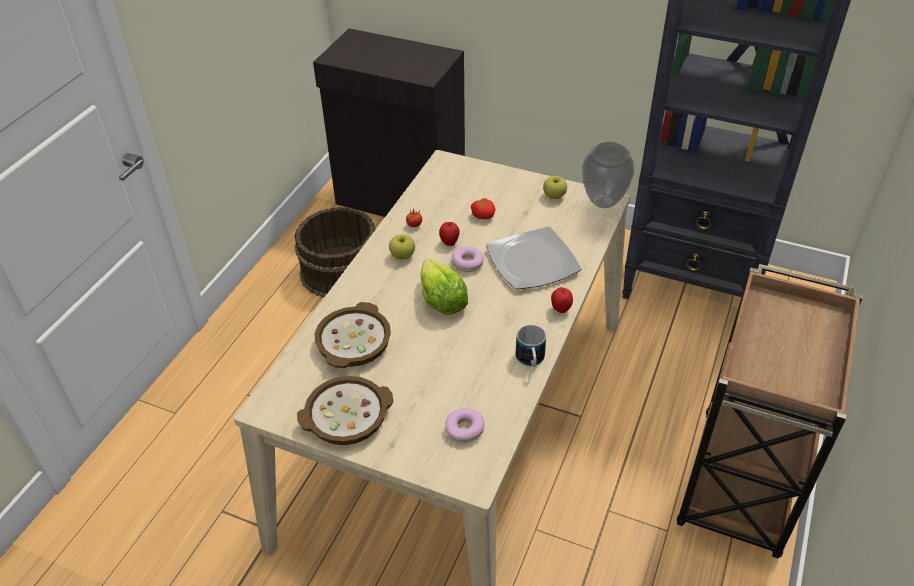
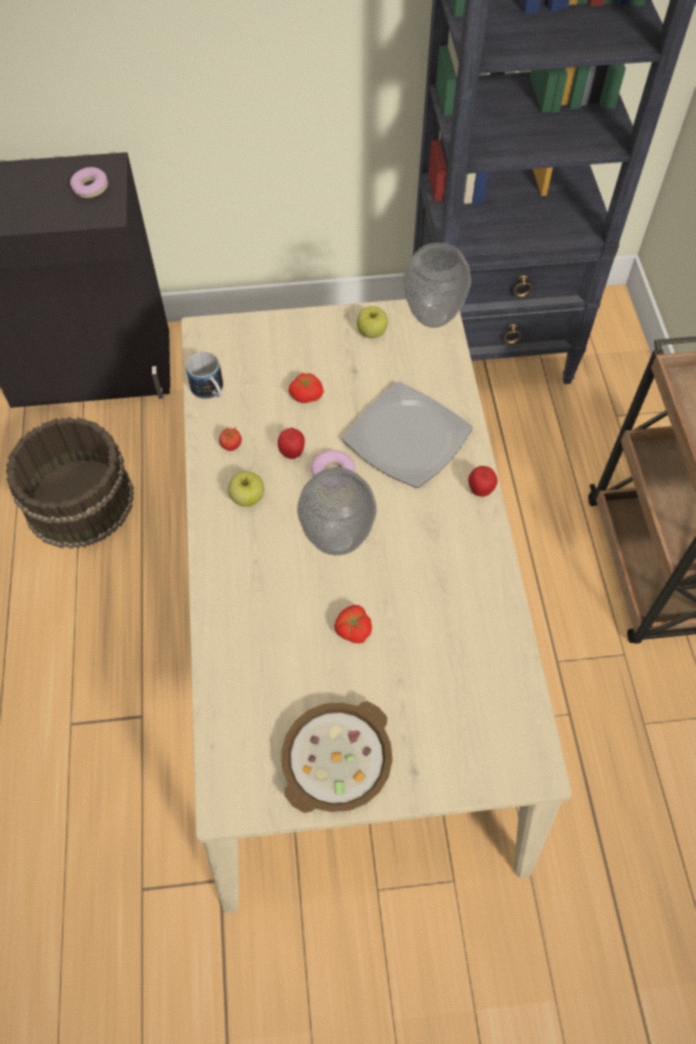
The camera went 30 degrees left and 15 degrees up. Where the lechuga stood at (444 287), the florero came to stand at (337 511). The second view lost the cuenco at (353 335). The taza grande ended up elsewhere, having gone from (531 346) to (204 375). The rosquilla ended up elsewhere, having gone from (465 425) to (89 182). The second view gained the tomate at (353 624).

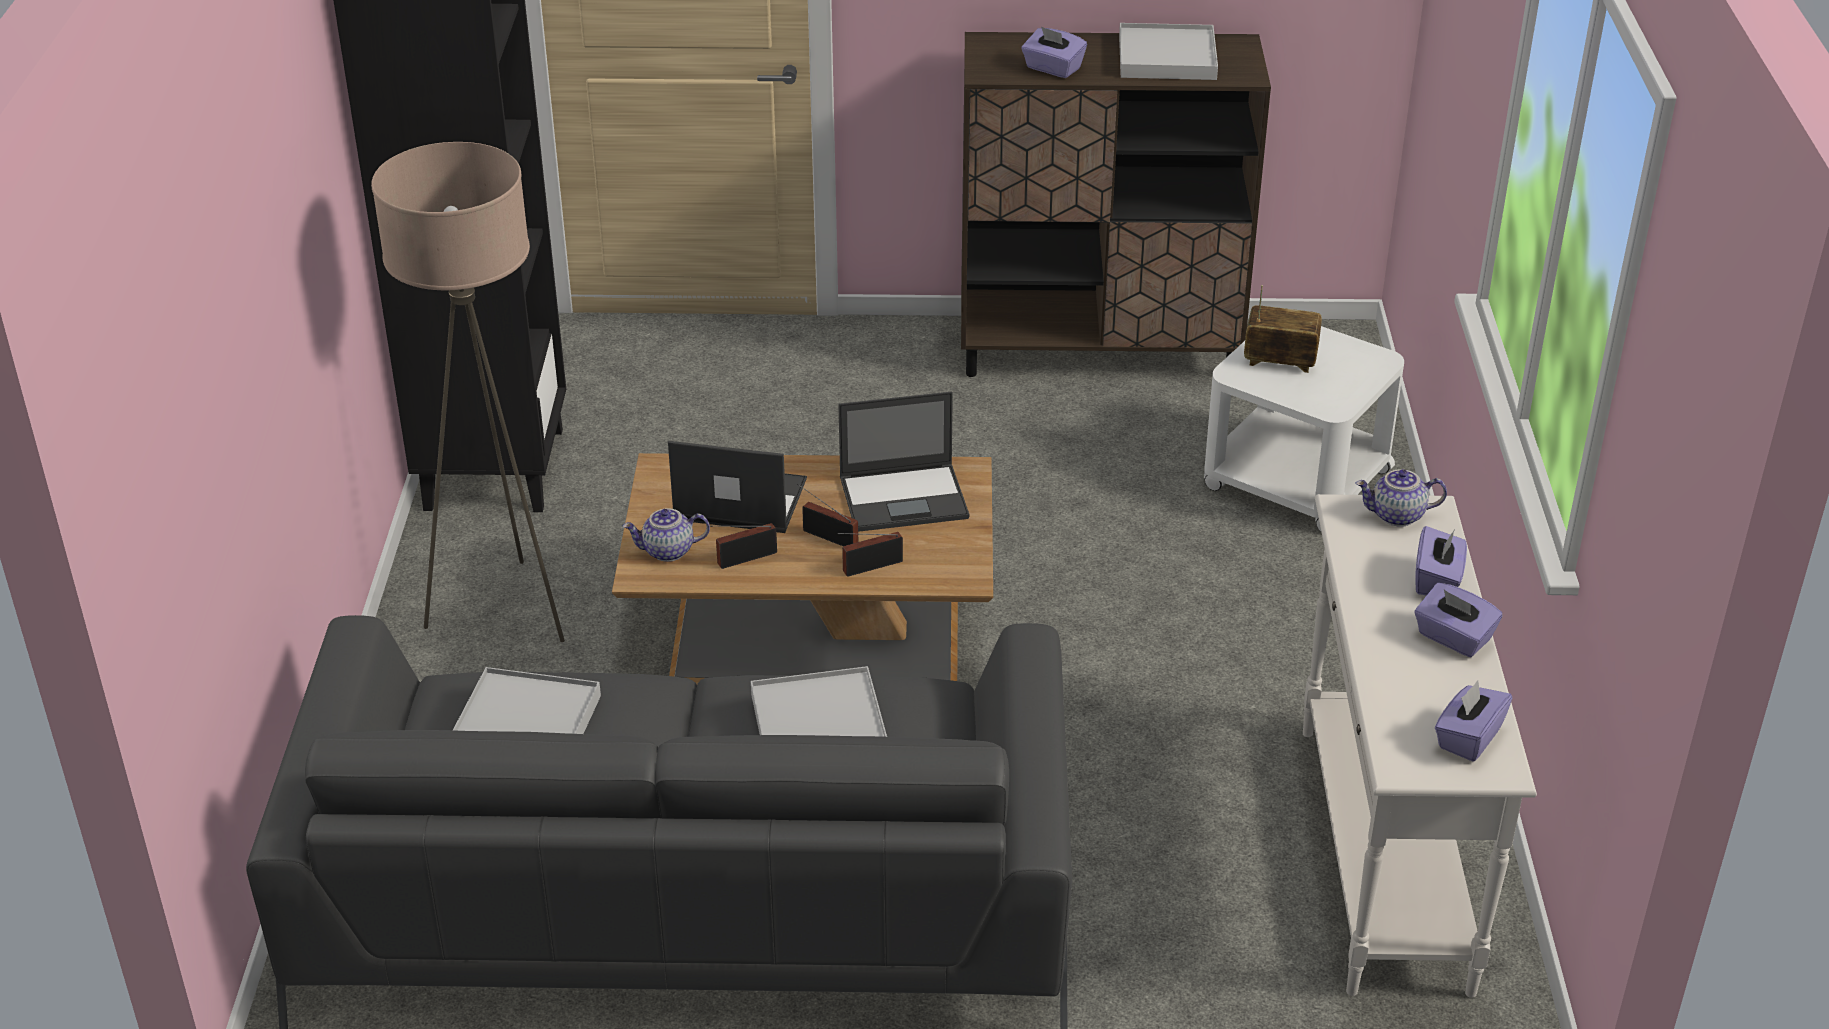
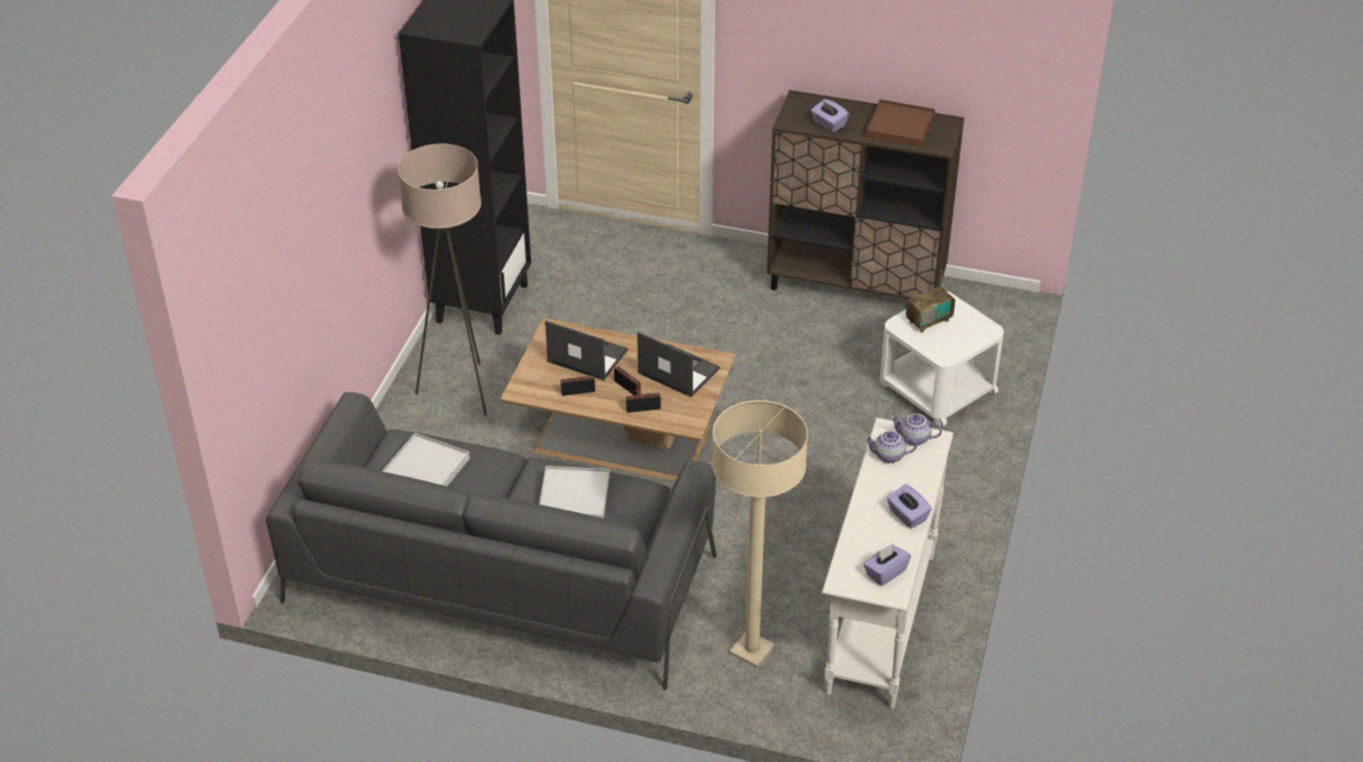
The camera went 15 degrees right and 5 degrees up. What was the bandeja [blanco] at (1168 51) turned into the bandeja [marrón] at (900 123). The radio at (1283 329) ended up facing another way, 120 degrees clockwise from before. The portátil at (904 462) ended up facing another way, 150 degrees counterclockwise from before. The tetera ended up elsewhere, having gone from (666 535) to (890 447). The second view lost the caja de pañuelos [morado] at (1441 560). The second view gained the lámpara de pie [beis] at (760 533).

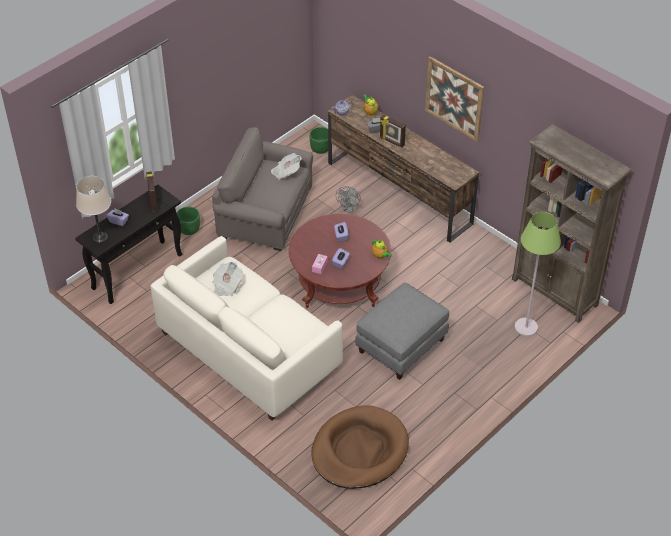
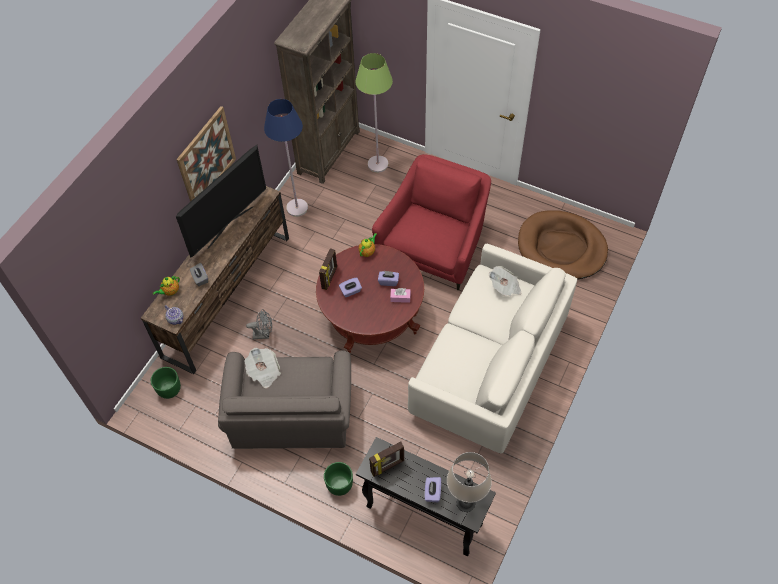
The camera went 105 degrees left and 10 degrees up. The portarretratos ended up elsewhere, having gone from (393 131) to (328 269). The periódico ended up elsewhere, having gone from (228 279) to (505 281). Where the puf [gris] stood at (402 331), the sillón [rojo] came to stand at (431 222). The second view gained the lámpara de pie [azul] at (286 158). The second view gained the televisor at (221 201).

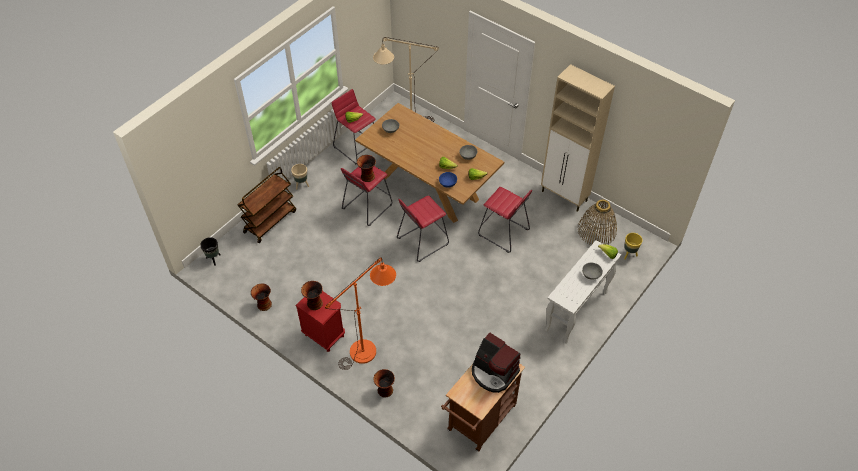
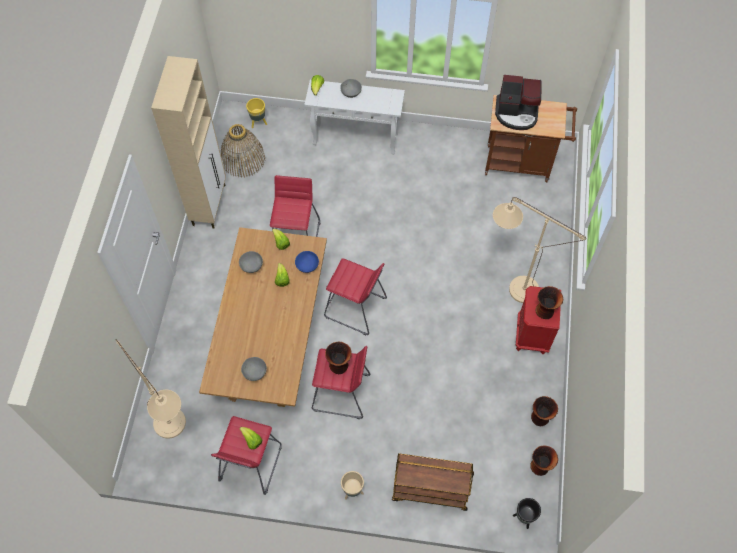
The camera went 120 degrees left and 10 degrees up. What was the lámpara de pie [naranja] at (360 314) turned into the lámpara de pie [beis] at (539 250). The cafetera at (496 363) ended up facing another way, 90 degrees clockwise from before. The florero ended up elsewhere, having gone from (384 383) to (544 460).

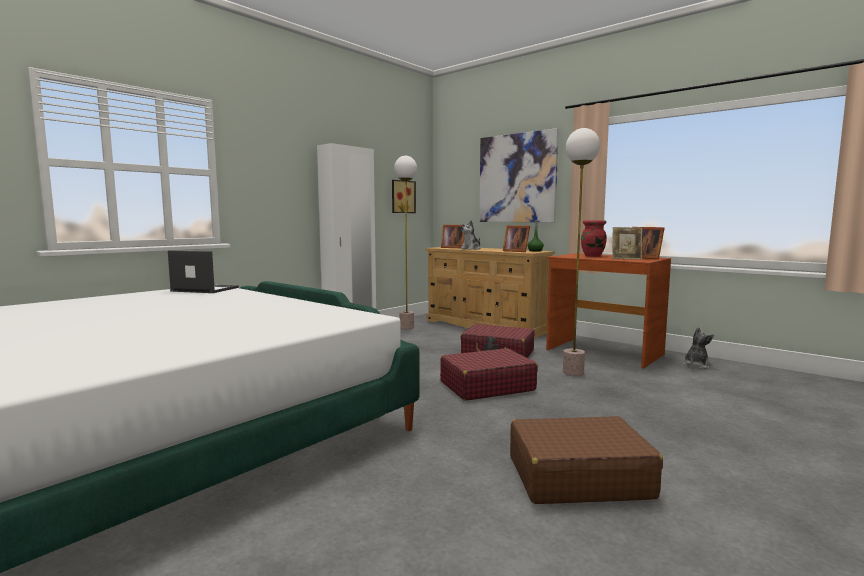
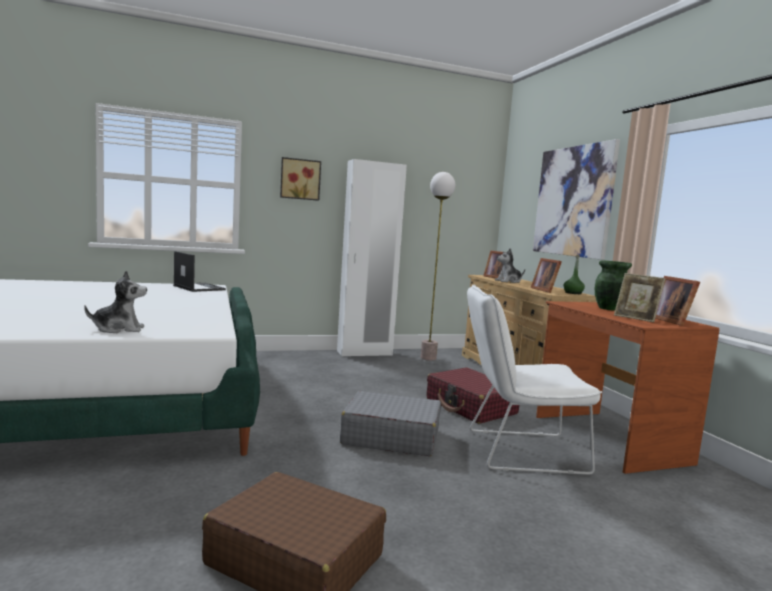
The camera went 30 degrees right and 0 degrees up. Where the lámpara de pie stood at (581 252), the silla [blanco] came to stand at (534 379). The cuadro ended up elsewhere, having gone from (404 196) to (300 179). What was the florero [rojo] at (594 239) turned into the florero [verde] at (613 286). The peluche ended up elsewhere, having gone from (698 348) to (115 301). What was the maleta [rojo] at (489 374) turned into the maleta [gris] at (390 423).

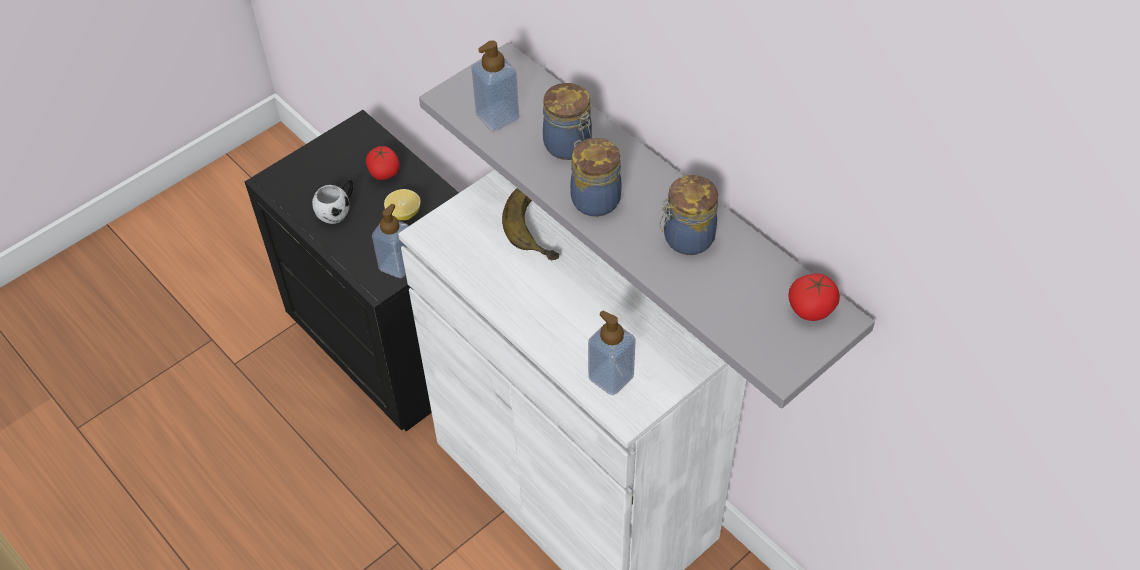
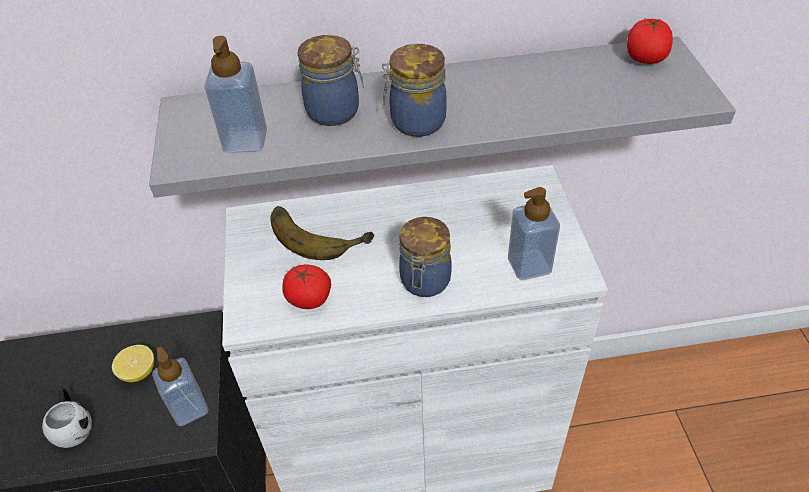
The camera went 55 degrees left and 5 degrees down. The tomate ended up elsewhere, having gone from (383 163) to (306 287). The tarro ended up elsewhere, having gone from (688 215) to (425 257).

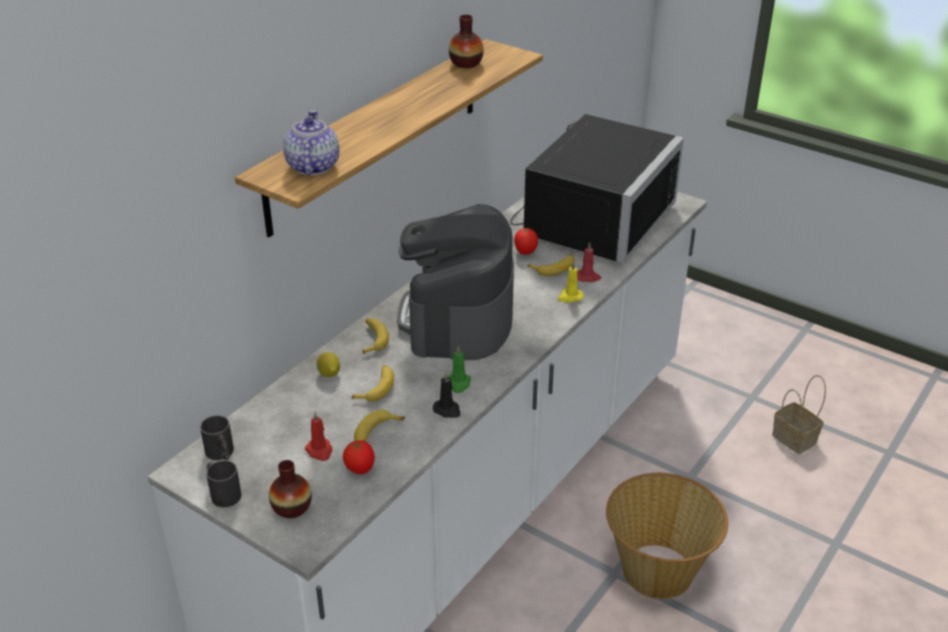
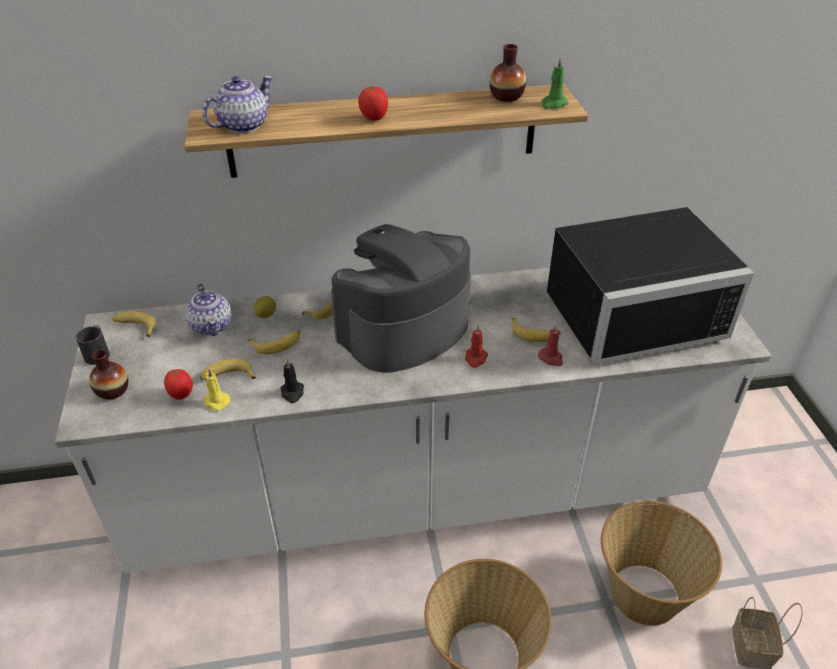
The camera went 45 degrees right and 5 degrees up. The tomate ended up elsewhere, having gone from (526 241) to (373 103). The vela [amarillo] ended up elsewhere, having gone from (571 281) to (217 389). The vela [verde] ended up elsewhere, having gone from (459 369) to (555 83). The vela [rojo] ended up elsewhere, having gone from (319 436) to (476 346). Where the taza grande [negro] stood at (217 437), the plátano came to stand at (134 324). The second view gained the tetera at (209 309). The second view gained the cesta at (661 563).

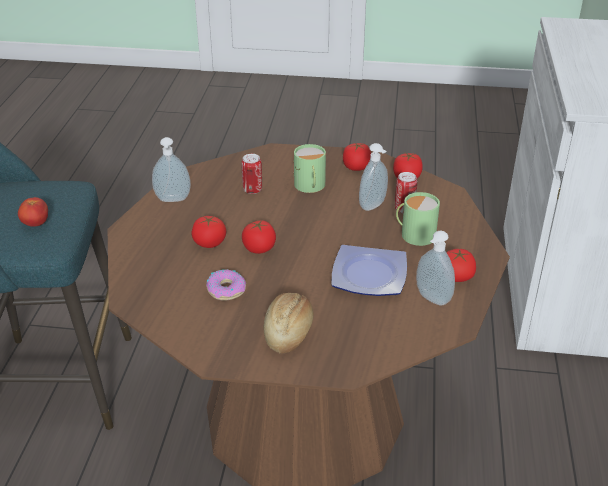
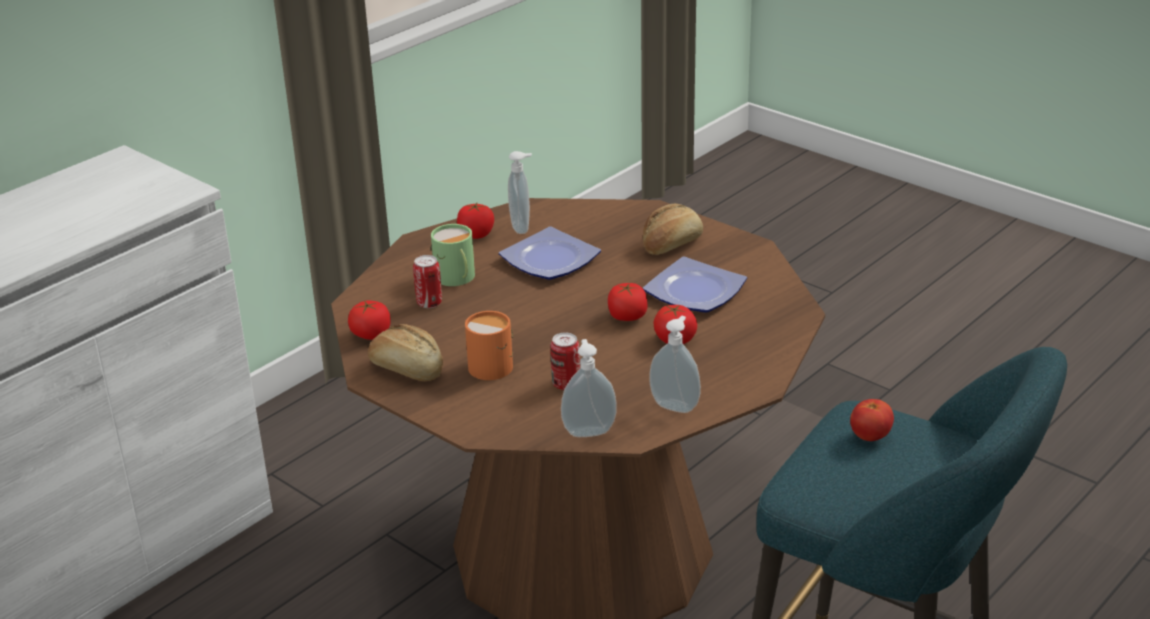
The camera went 145 degrees left and 5 degrees down. Where the tomate stood at (357 156), the pan came to stand at (405 352). The dispensador de jabón ended up elsewhere, having gone from (373 177) to (589 388). What was the taza grande [verde] at (309 168) turned into the taza grande [naranja] at (489 345). Where the rosquilla stood at (226 285), the plato came to stand at (695 284).

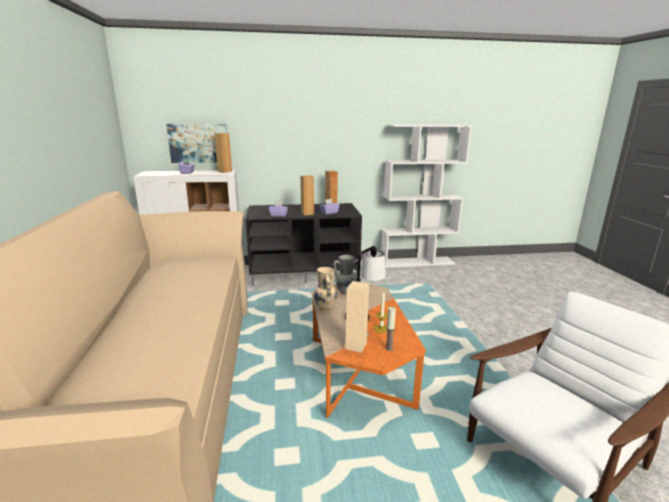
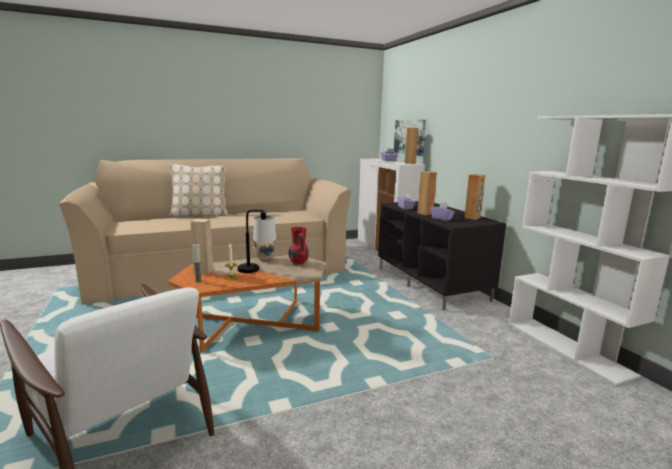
The camera went 75 degrees right and 5 degrees down. What was the florero [gris] at (345 275) turned into the florero [rojo] at (299 246). The second view gained the cojín [beis] at (198 190).

